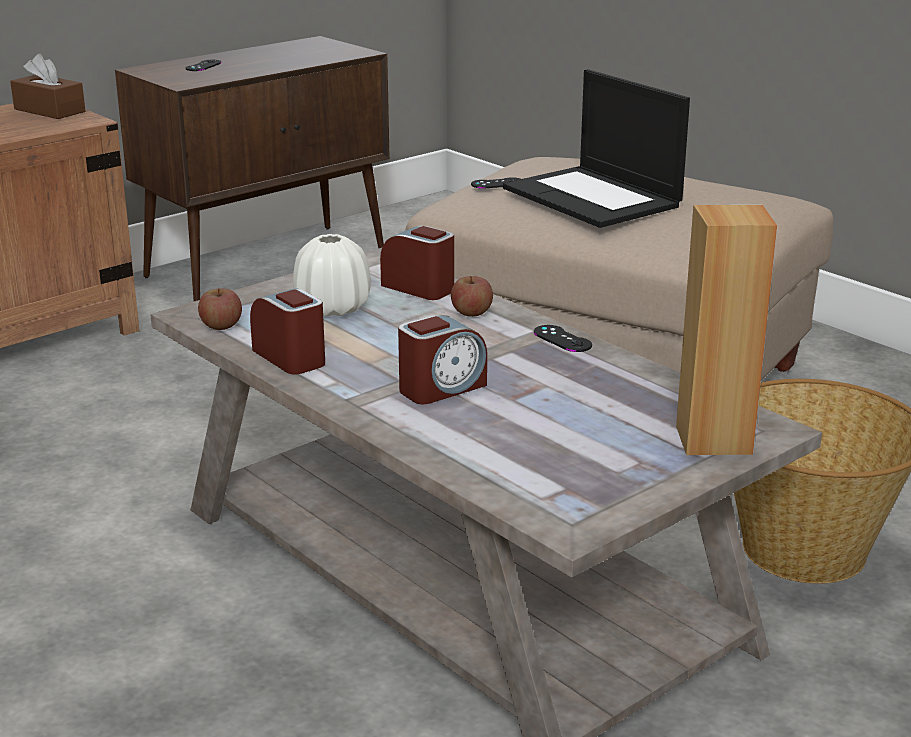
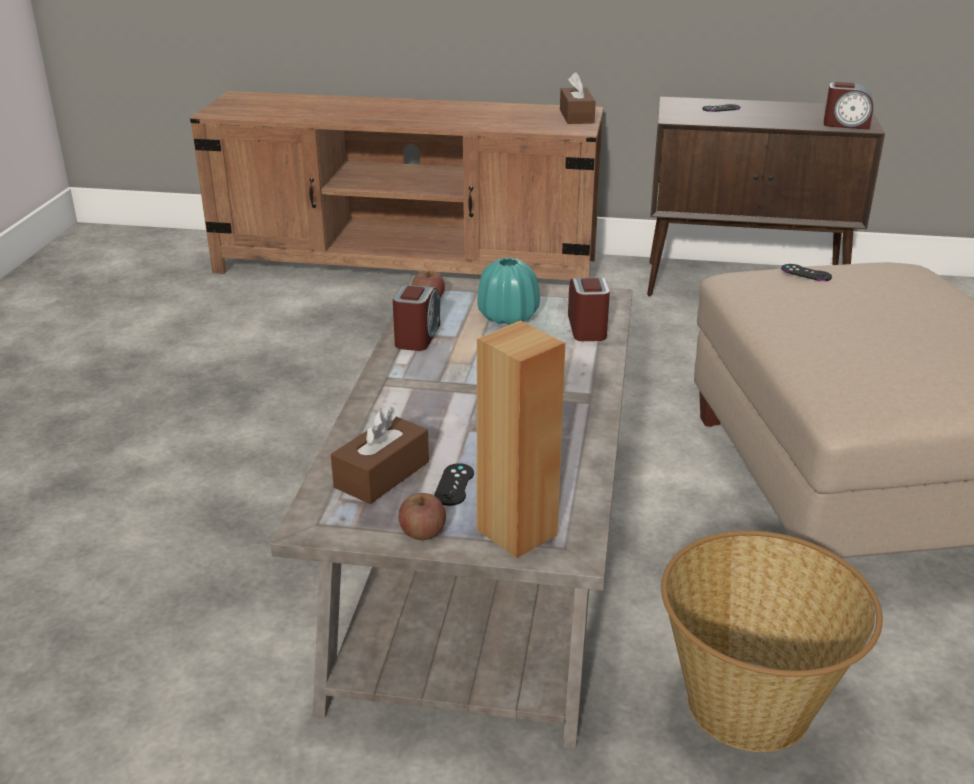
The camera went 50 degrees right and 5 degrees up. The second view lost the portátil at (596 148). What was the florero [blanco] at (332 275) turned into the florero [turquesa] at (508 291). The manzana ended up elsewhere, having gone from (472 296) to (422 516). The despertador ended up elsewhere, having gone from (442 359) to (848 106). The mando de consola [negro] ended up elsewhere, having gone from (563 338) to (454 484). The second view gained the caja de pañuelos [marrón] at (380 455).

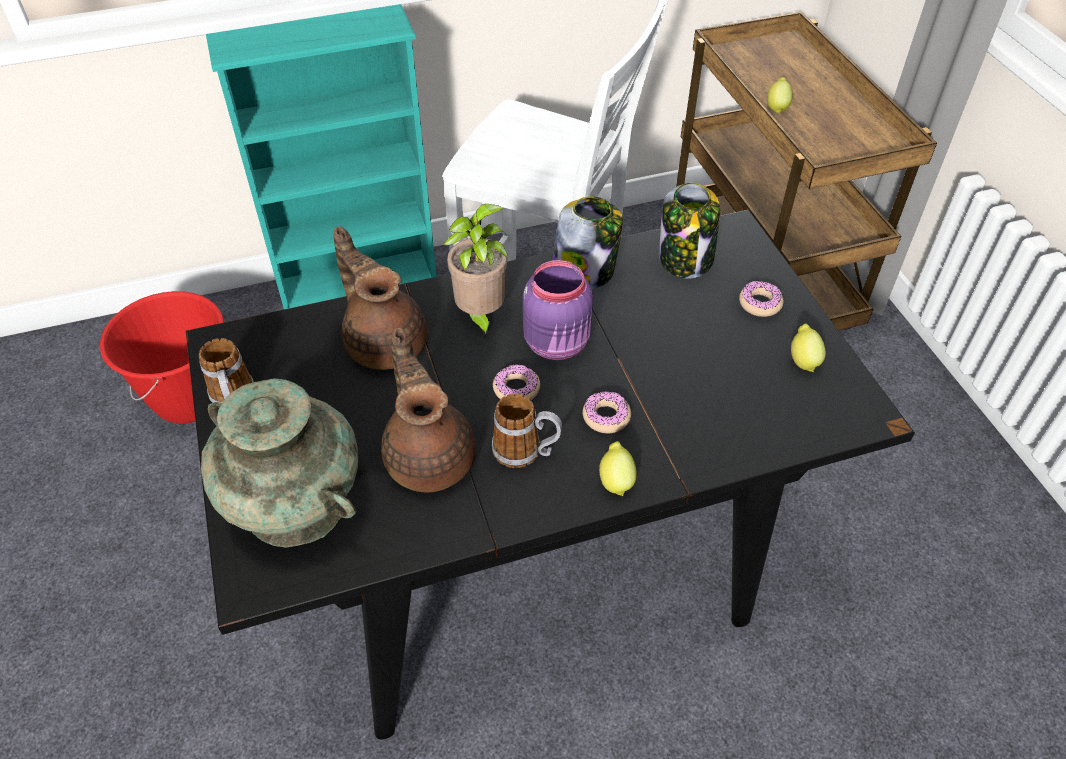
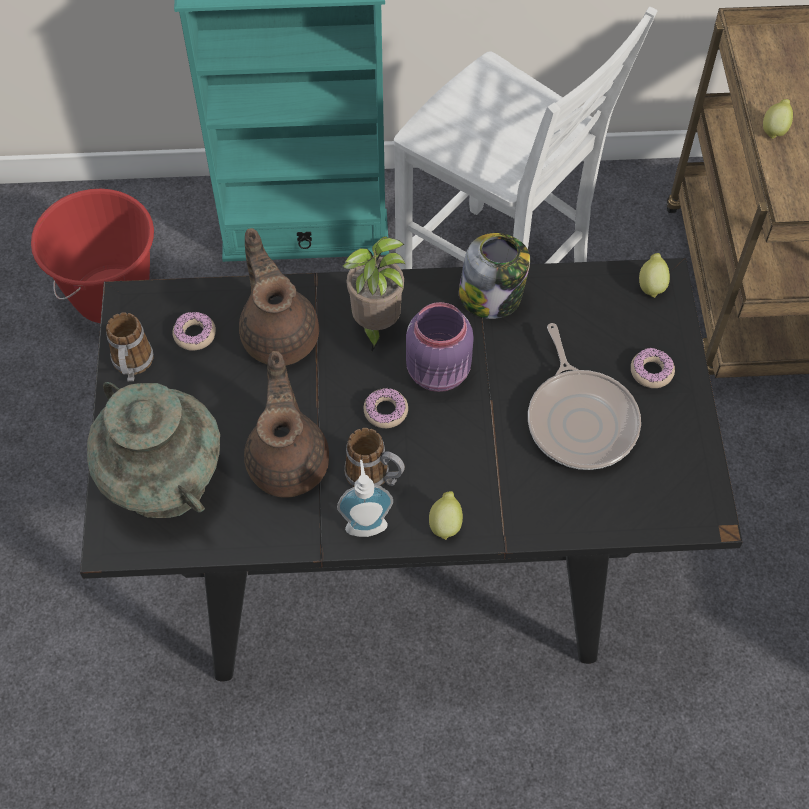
The camera went 15 degrees right and 10 degrees up. The second view lost the tarro at (689 231). The limón ended up elsewhere, having gone from (808 348) to (654 275). The rosquilla ended up elsewhere, having gone from (607 412) to (194 331). The second view gained the sartén at (584 396). The second view gained the dispensador de jabón at (365 498).

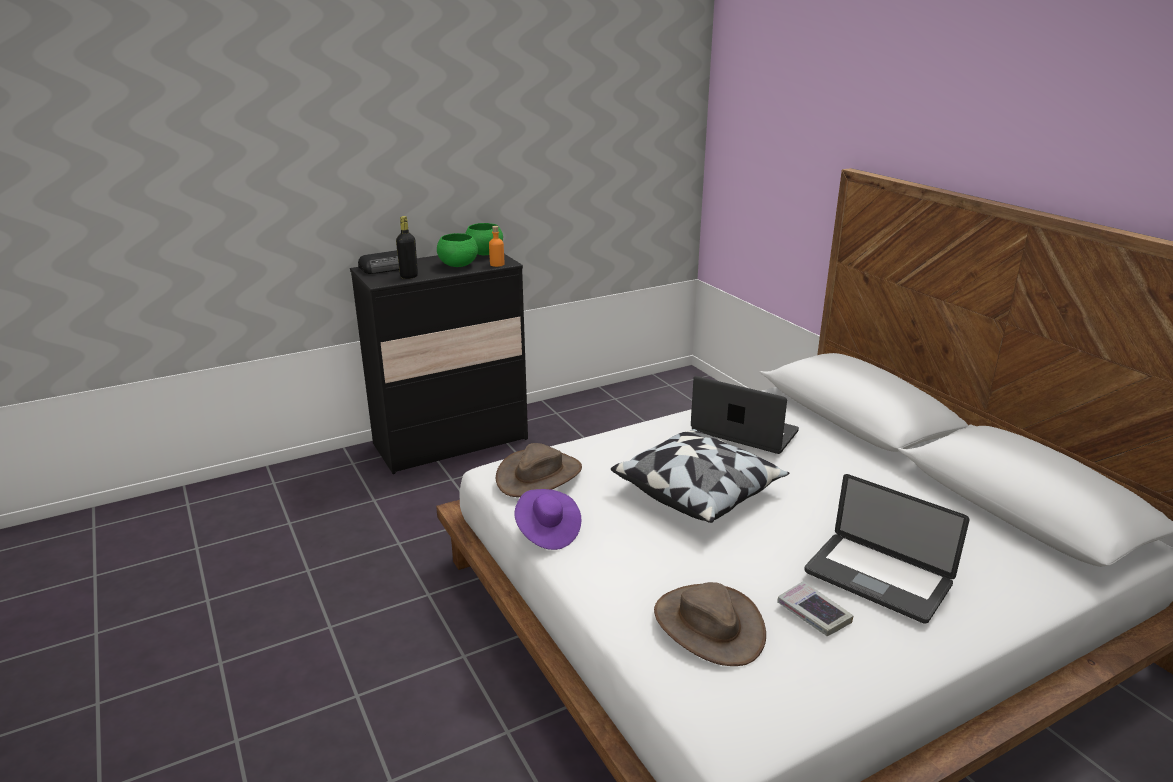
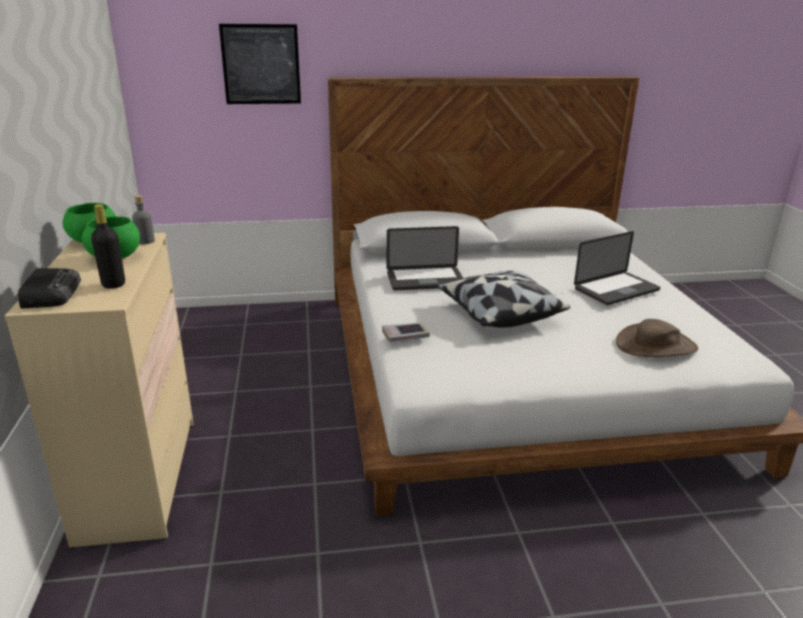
The camera went 70 degrees left and 0 degrees up. What was the botella [naranja] at (496 246) turned into the botella [gris] at (143 219). What was the cómoda [negro] at (439 364) turned into the cómoda [beis] at (99 390). The portátil at (745 415) ended up facing another way, 150 degrees counterclockwise from before. The second view lost the sombrero [marrón] at (539 470). The second view lost the sombrero [morado] at (547 519). The libro ended up elsewhere, having gone from (815 608) to (406 332). The second view gained the cuadro at (260 64).

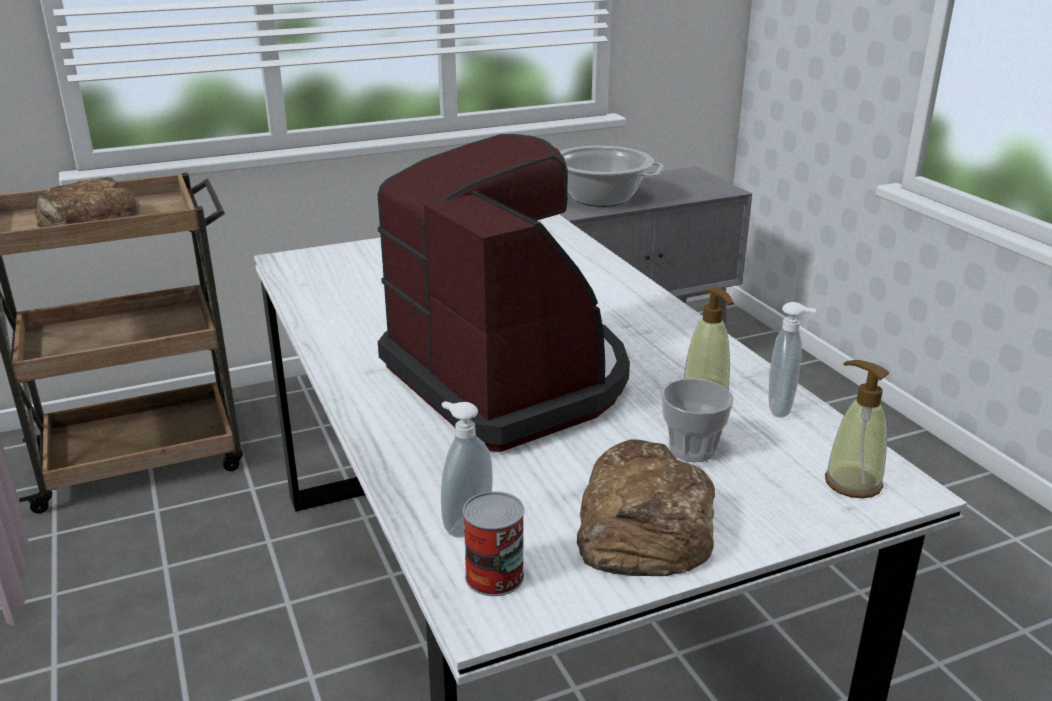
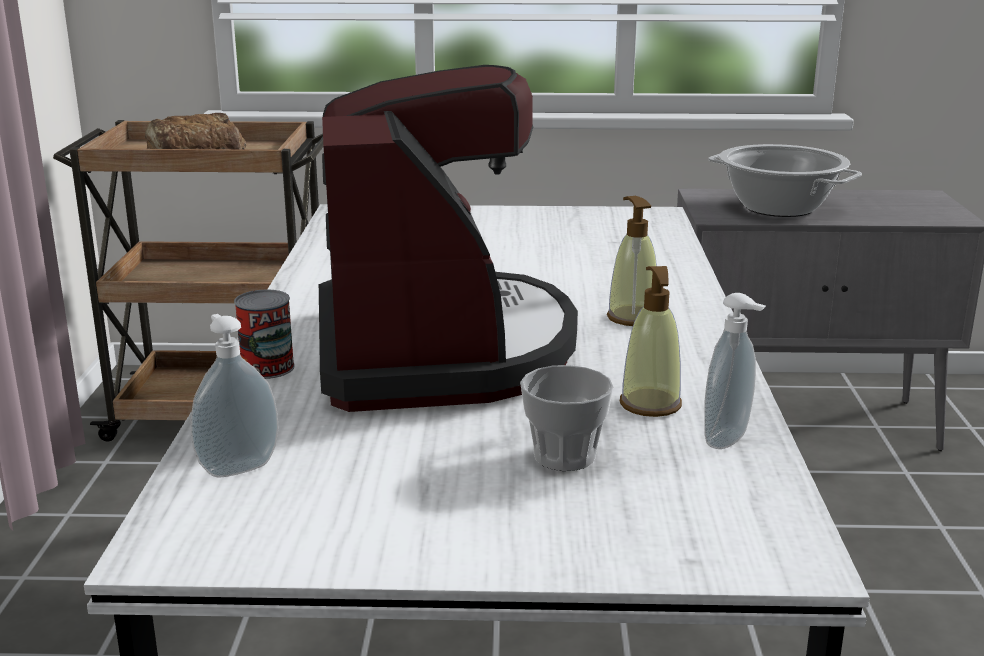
The camera went 25 degrees right and 5 degrees down. The dispensador de jabón ended up elsewhere, having gone from (857 429) to (632 261). The second view lost the pan at (646 507). The lata ended up elsewhere, having gone from (493 543) to (264 334).

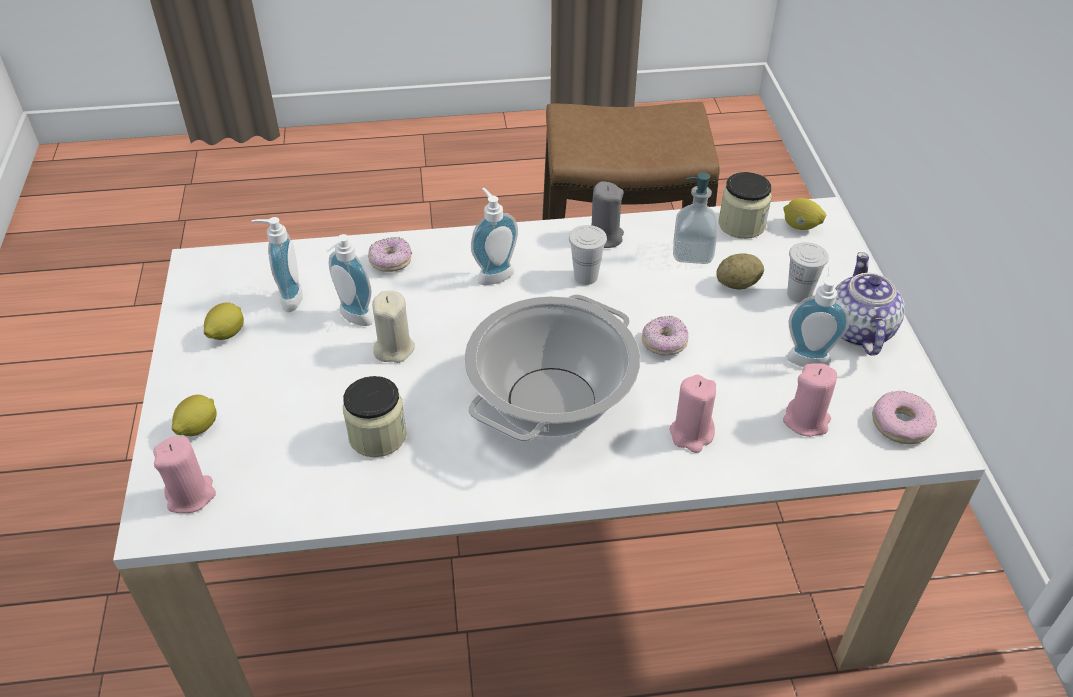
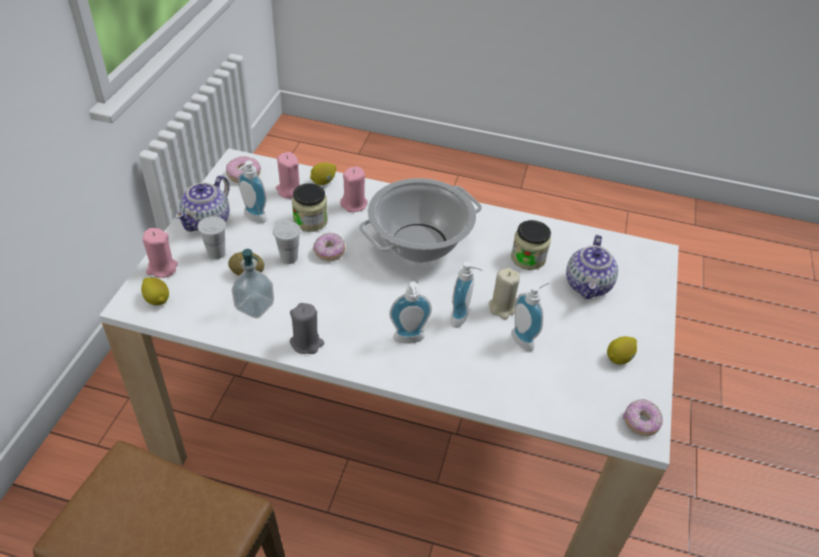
The camera went 160 degrees left and 0 degrees up. The tarro ended up elsewhere, having gone from (745 205) to (310 207). The dispensador de jabón ended up elsewhere, having gone from (276 264) to (467 294). The taza [blanco] ended up elsewhere, having gone from (588 255) to (287 242). The rosquilla ended up elsewhere, having gone from (390 254) to (643 418). The limón ended up elsewhere, having gone from (194 415) to (323 174). The vela [rosa] ended up elsewhere, having gone from (184 474) to (160 253). The second view gained the tetera at (592 267).

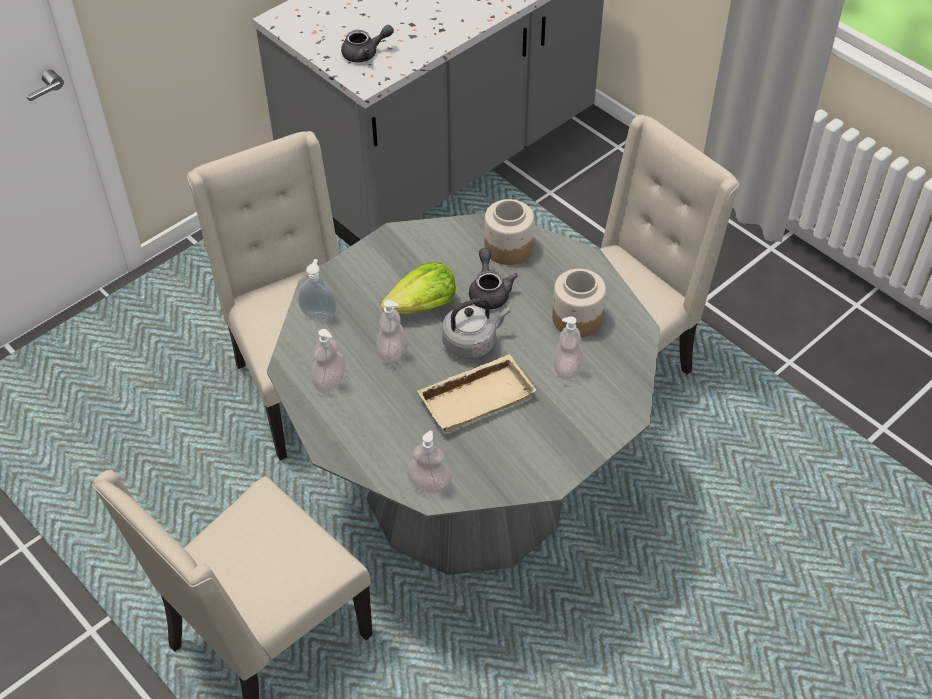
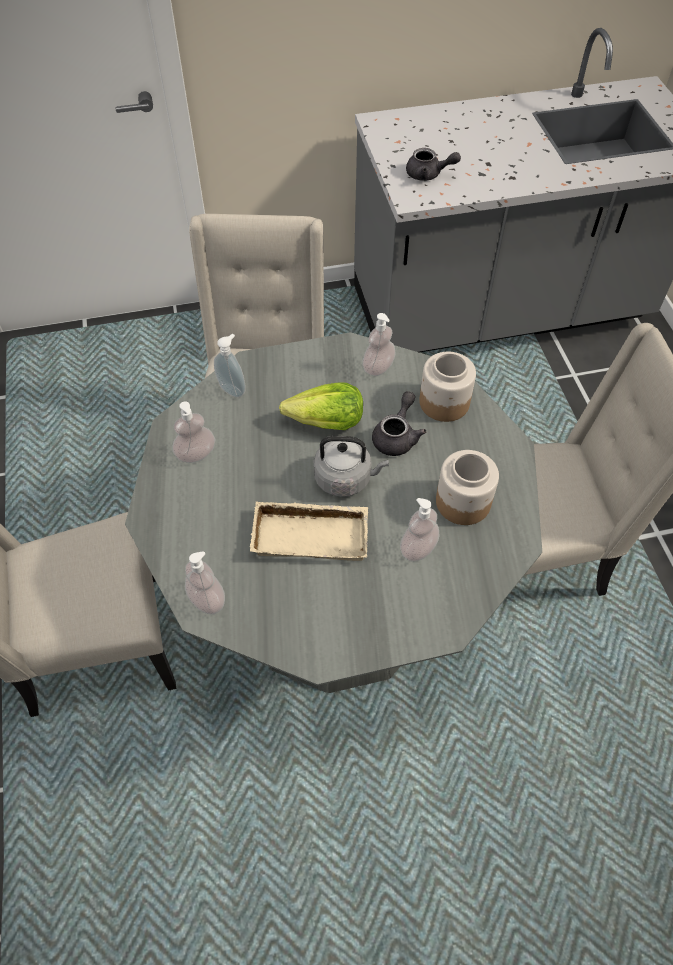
The camera went 30 degrees right and 5 degrees up. The dispensador de jabón ended up elsewhere, having gone from (391 331) to (379 344).

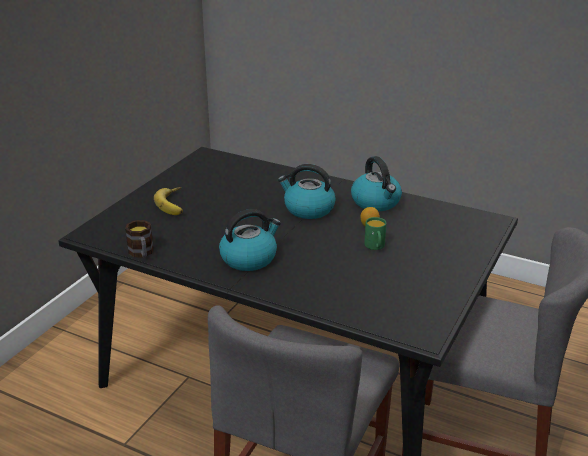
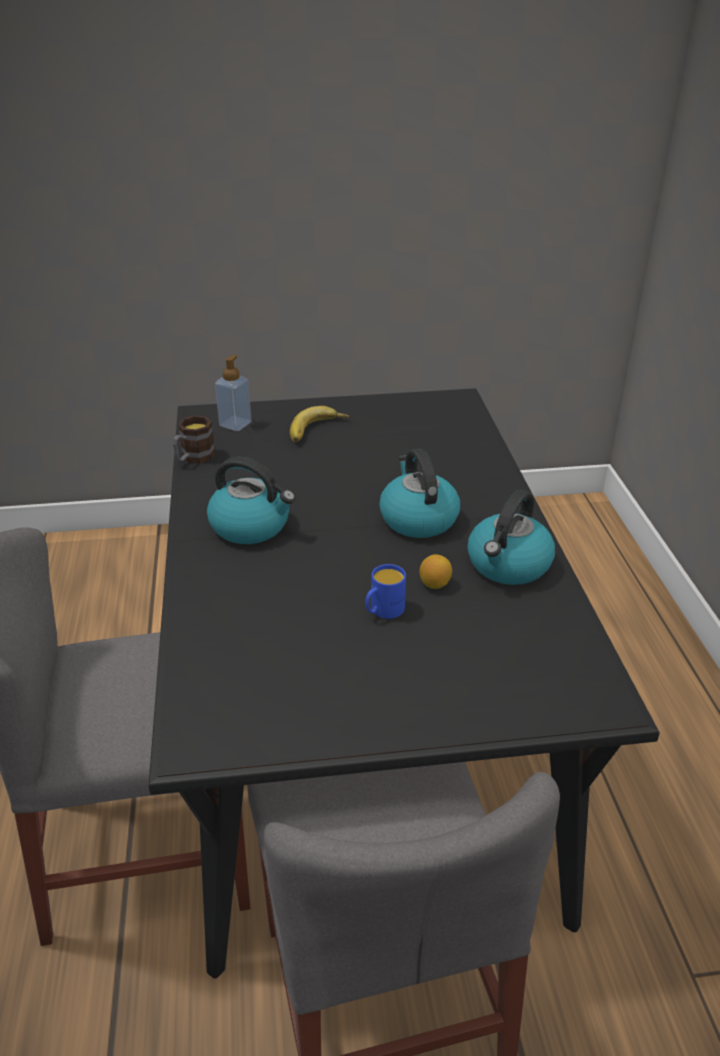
The camera went 55 degrees right and 5 degrees up. What was the taza grande [verde] at (375 233) turned into the taza grande [azul] at (385 591). The second view gained the dispensador de jabón at (233 393).

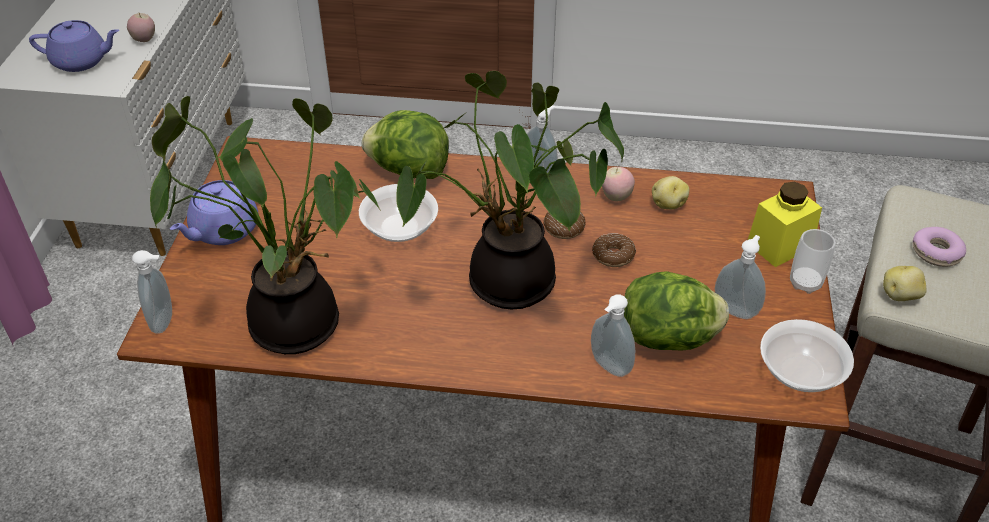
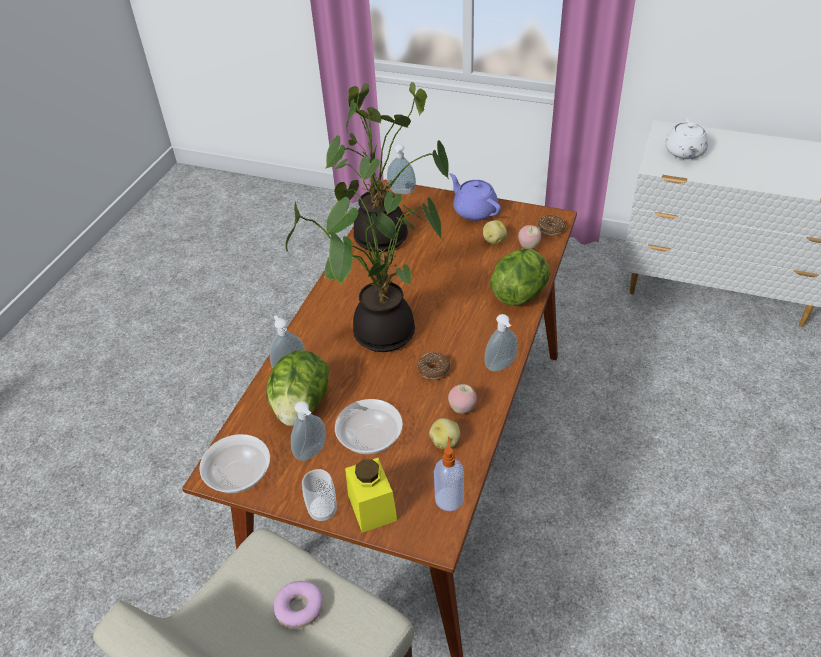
The camera went 105 degrees right and 0 degrees up. The manzana ended up elsewhere, having gone from (141 27) to (529 237). What was the tetera [morado] at (74 46) turned into the tetera [blanco] at (686 138). The cuenco ended up elsewhere, having gone from (398 213) to (369 426). The rosquilla ended up elsewhere, having gone from (614 250) to (552 225). The patata ended up elsewhere, having gone from (905 283) to (495 232). The second view gained the dispensador de jabón at (449 474).

